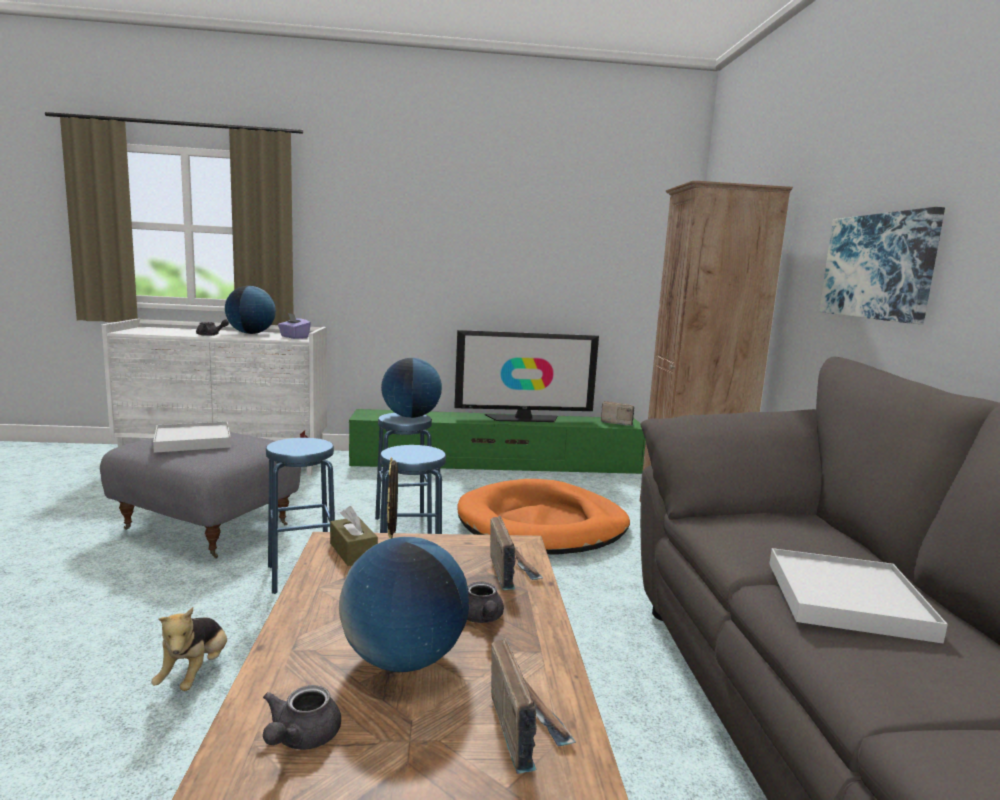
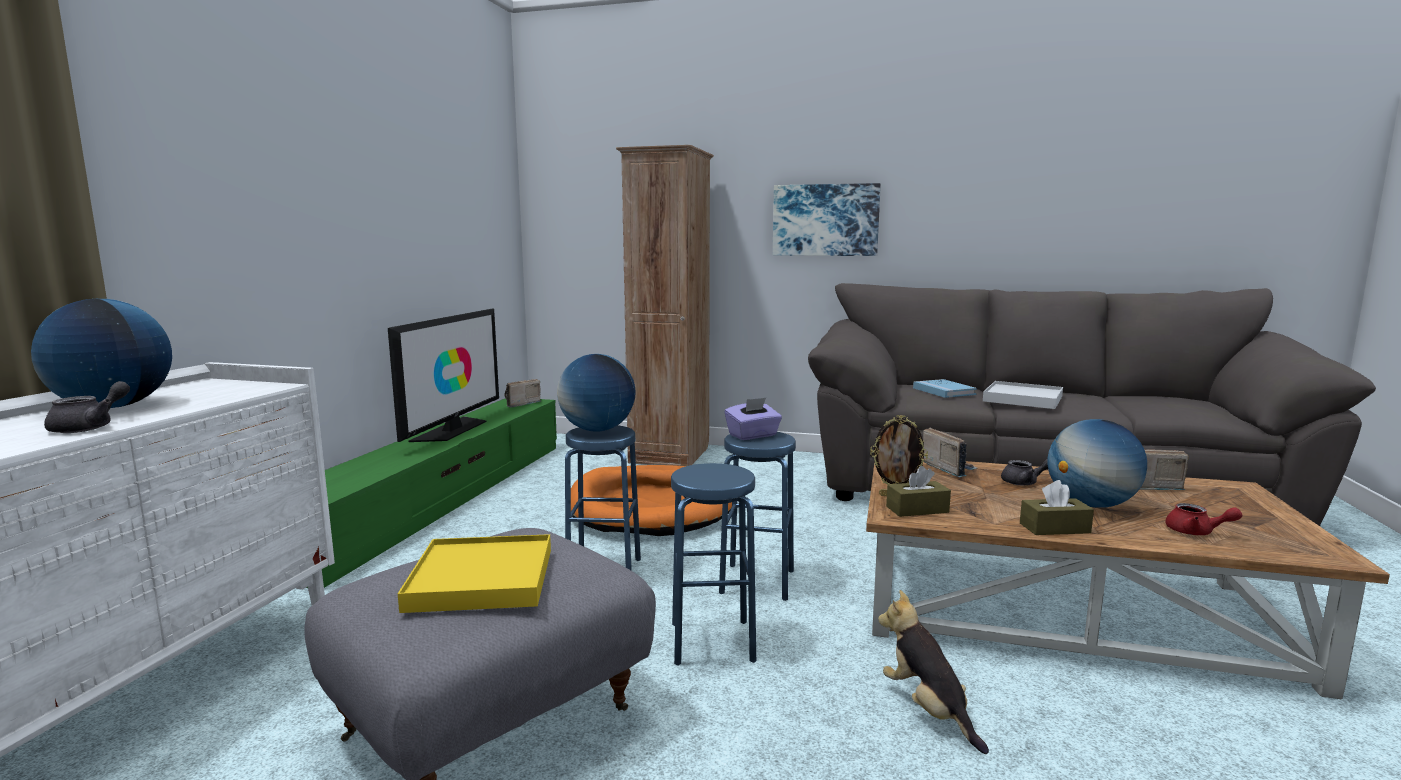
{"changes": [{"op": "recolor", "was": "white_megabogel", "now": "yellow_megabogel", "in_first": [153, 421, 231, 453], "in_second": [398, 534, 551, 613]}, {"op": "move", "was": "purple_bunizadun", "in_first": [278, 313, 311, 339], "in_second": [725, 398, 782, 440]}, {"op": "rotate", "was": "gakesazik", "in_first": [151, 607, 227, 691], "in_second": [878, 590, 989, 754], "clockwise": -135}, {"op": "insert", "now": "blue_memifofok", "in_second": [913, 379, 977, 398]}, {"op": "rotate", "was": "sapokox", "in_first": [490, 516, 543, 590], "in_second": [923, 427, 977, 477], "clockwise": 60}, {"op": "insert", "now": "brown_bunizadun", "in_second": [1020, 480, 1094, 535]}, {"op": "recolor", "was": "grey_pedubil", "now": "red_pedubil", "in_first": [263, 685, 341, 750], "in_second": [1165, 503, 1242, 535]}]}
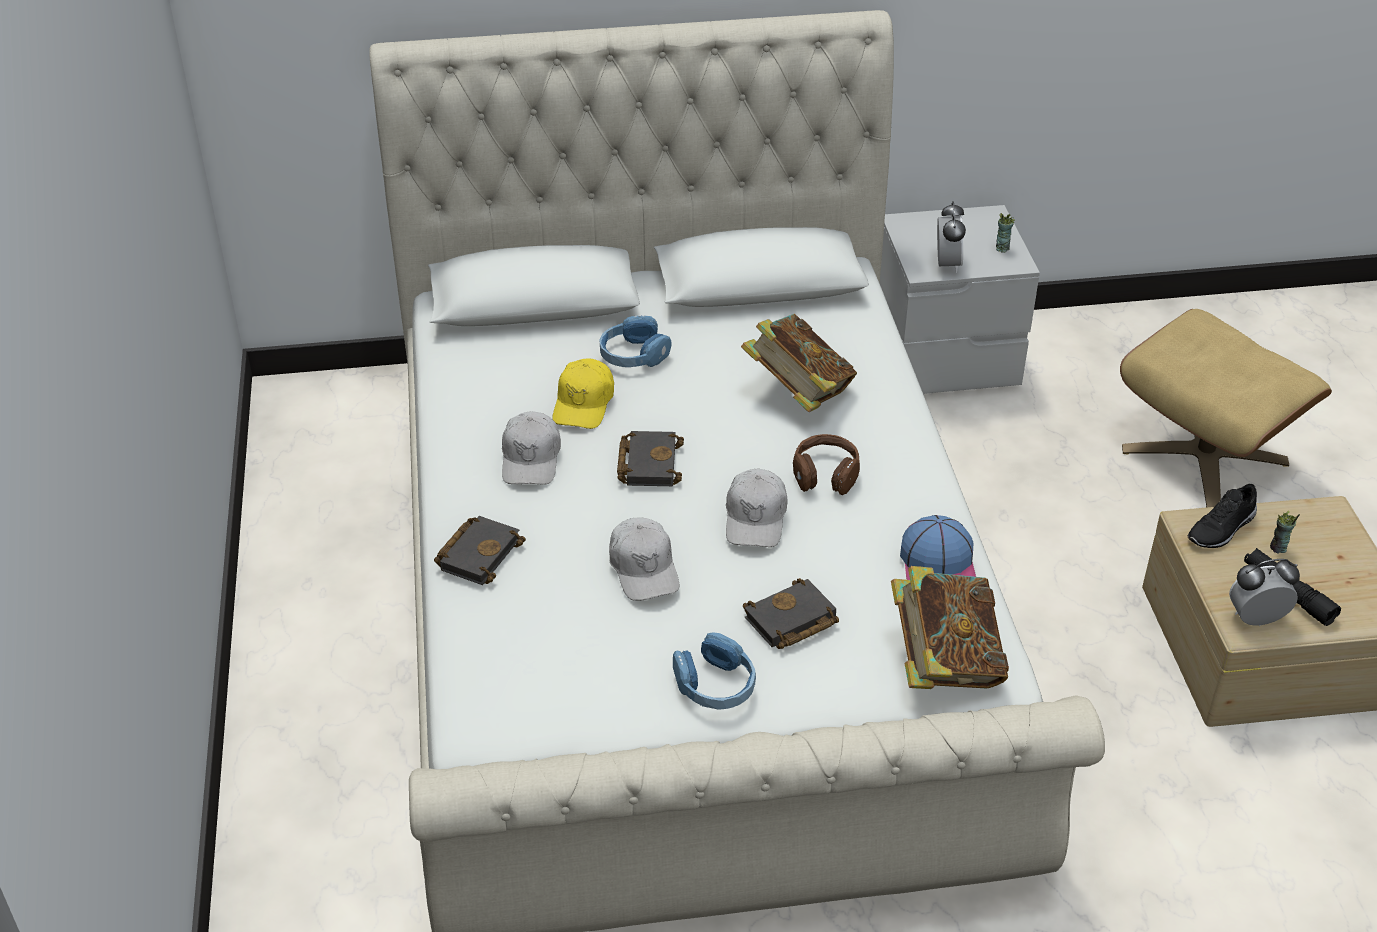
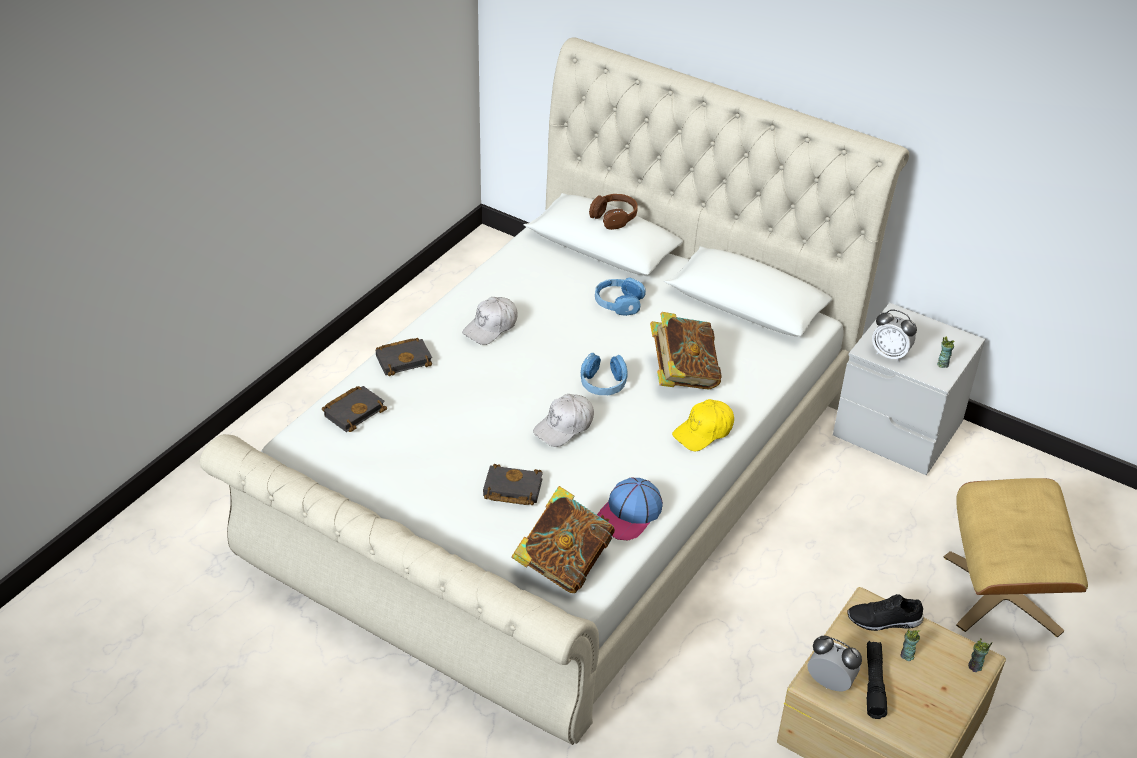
{"changes": [{"op": "move", "was": "black_memifofok", "in_first": [617, 431, 684, 486], "in_second": [322, 386, 387, 432]}, {"op": "move", "was": "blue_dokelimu", "in_first": [673, 632, 756, 710], "in_second": [581, 353, 628, 395]}, {"op": "move", "was": "brown_dokelimu", "in_first": [793, 434, 860, 495], "in_second": [589, 194, 638, 230]}, {"op": "move", "was": "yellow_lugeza", "in_first": [552, 358, 614, 429], "in_second": [672, 399, 734, 451]}, {"op": "rotate", "was": "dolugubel", "in_first": [937, 201, 966, 273], "in_second": [872, 309, 917, 362], "clockwise": 75}, {"op": "insert", "now": "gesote", "in_second": [968, 639, 993, 672]}, {"op": "delete", "was": "white_lugeza", "in_first": [609, 517, 679, 601]}]}
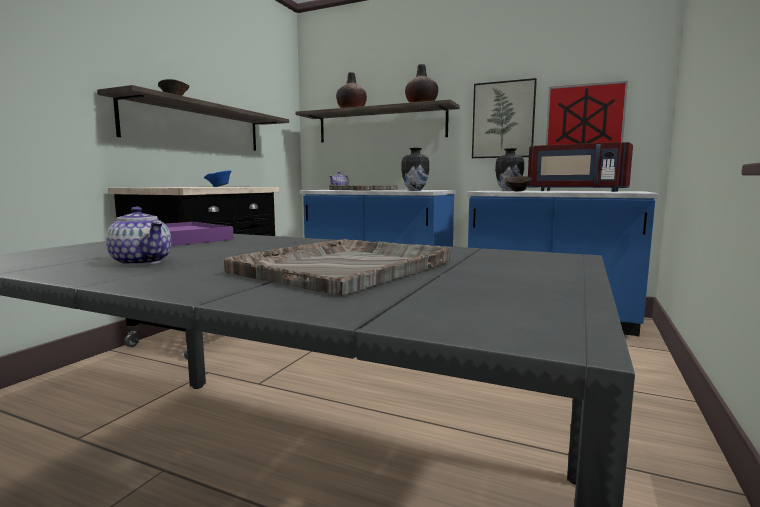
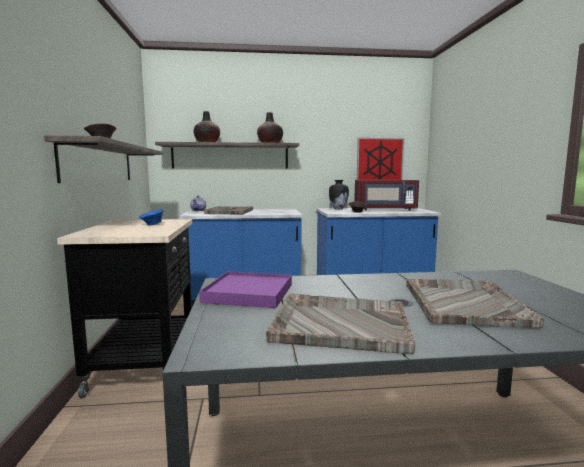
{"changes": [{"op": "replace", "was": "pedubil", "now": "grey_megabogel", "in_first": [106, 207, 171, 266], "in_second": [266, 293, 415, 354]}, {"op": "delete", "was": "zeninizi", "in_first": [401, 148, 429, 191]}, {"op": "delete", "was": "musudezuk", "in_first": [472, 78, 537, 158]}]}
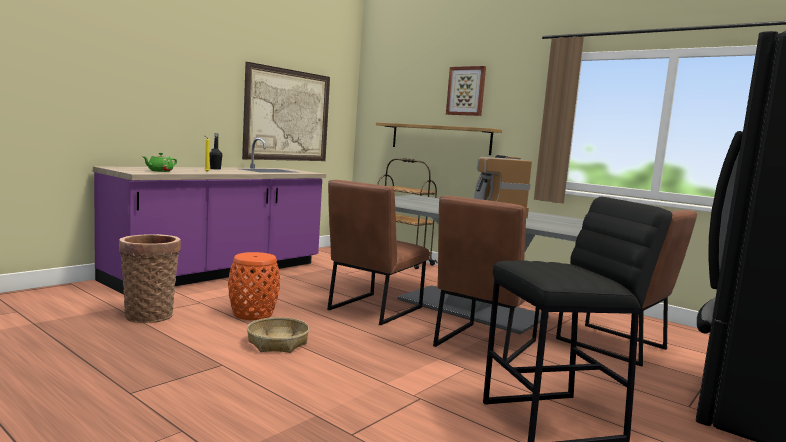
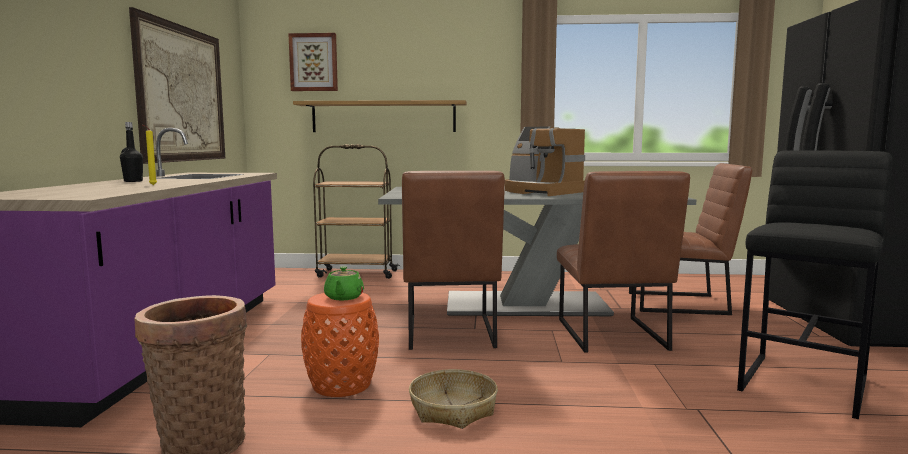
{"changes": [{"op": "move", "was": "musudezuk", "in_first": [446, 66, 486, 116], "in_second": [288, 33, 338, 91]}, {"op": "move", "was": "green_pedubil", "in_first": [142, 153, 177, 172], "in_second": [324, 266, 364, 300]}]}
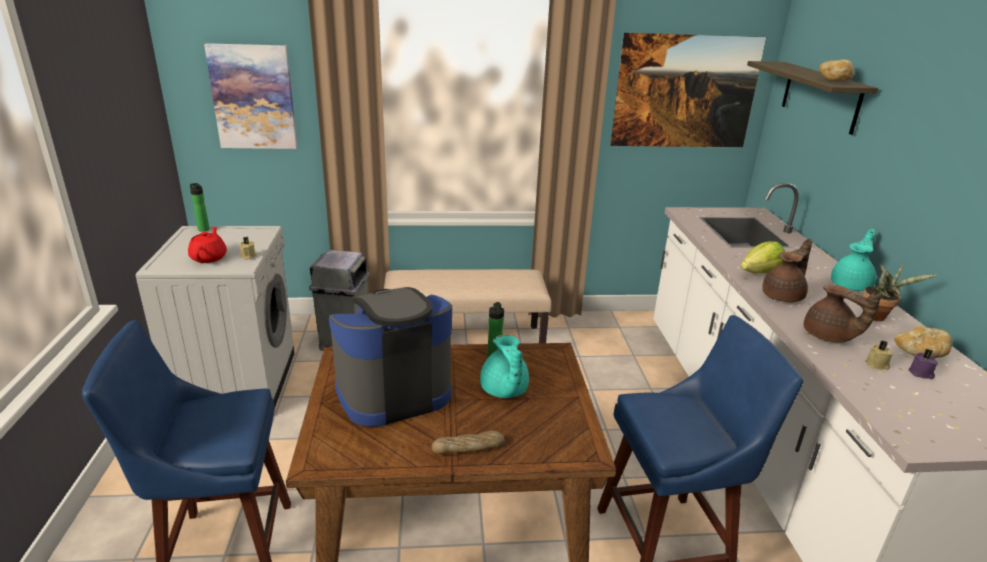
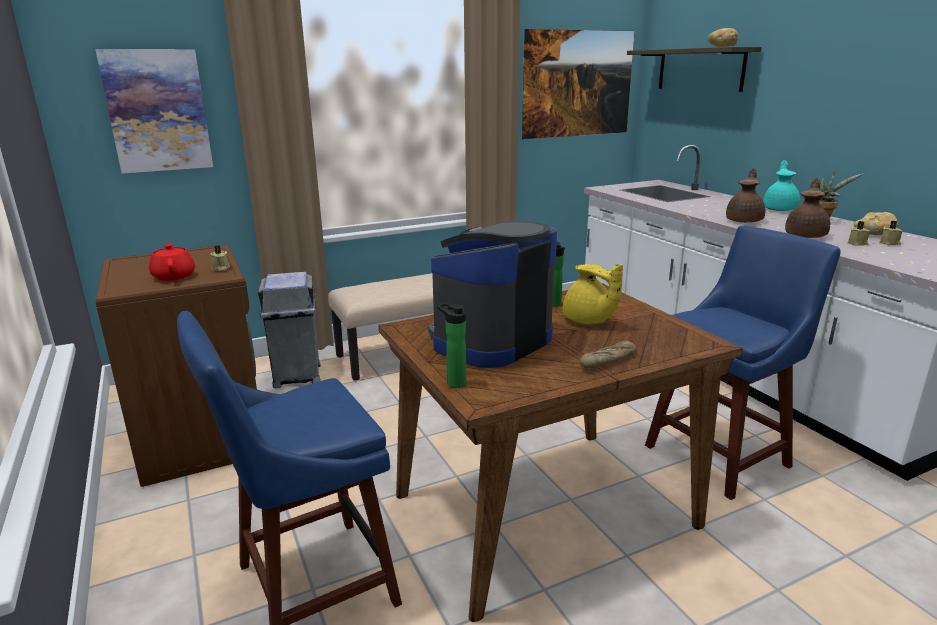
{"changes": [{"op": "recolor", "was": "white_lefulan", "now": "brown_lefulan", "in_first": [136, 226, 295, 407], "in_second": [96, 245, 257, 487]}, {"op": "move", "was": "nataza", "in_first": [190, 183, 209, 231], "in_second": [438, 302, 466, 388]}, {"op": "recolor", "was": "turquoise_pedubil", "now": "yellow_pedubil", "in_first": [480, 335, 529, 398], "in_second": [563, 264, 623, 324]}, {"op": "rotate", "was": "brown_pedubil", "in_first": [804, 285, 882, 343], "in_second": [785, 178, 830, 238], "clockwise": -90}, {"op": "recolor", "was": "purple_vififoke", "now": "beige_vififoke", "in_first": [908, 349, 938, 379], "in_second": [879, 221, 902, 245]}, {"op": "delete", "was": "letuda", "in_first": [741, 241, 785, 274]}]}
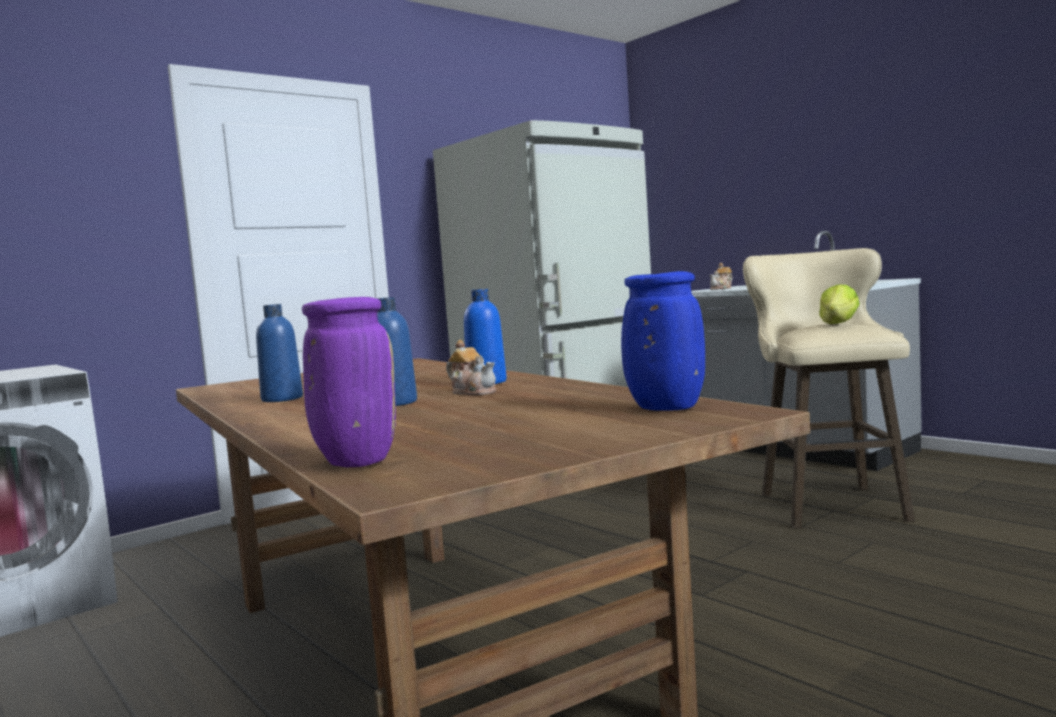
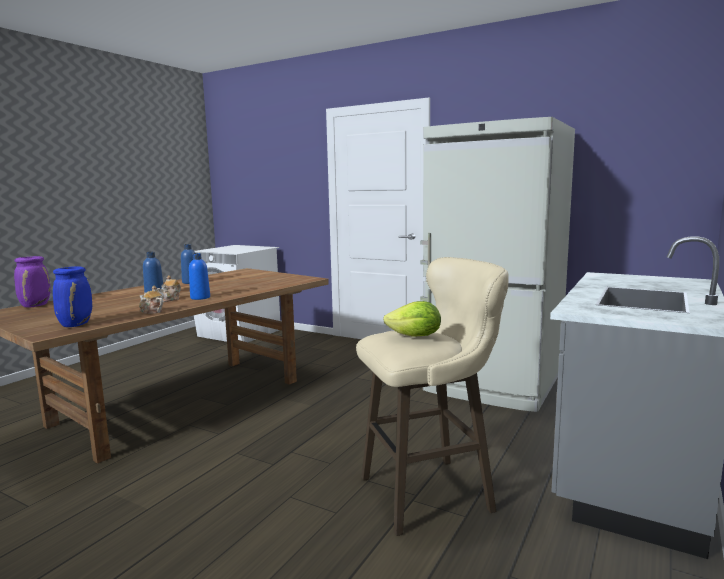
{"changes": [{"op": "move", "was": "pedubil", "in_first": [709, 263, 732, 290], "in_second": [139, 285, 163, 314]}]}
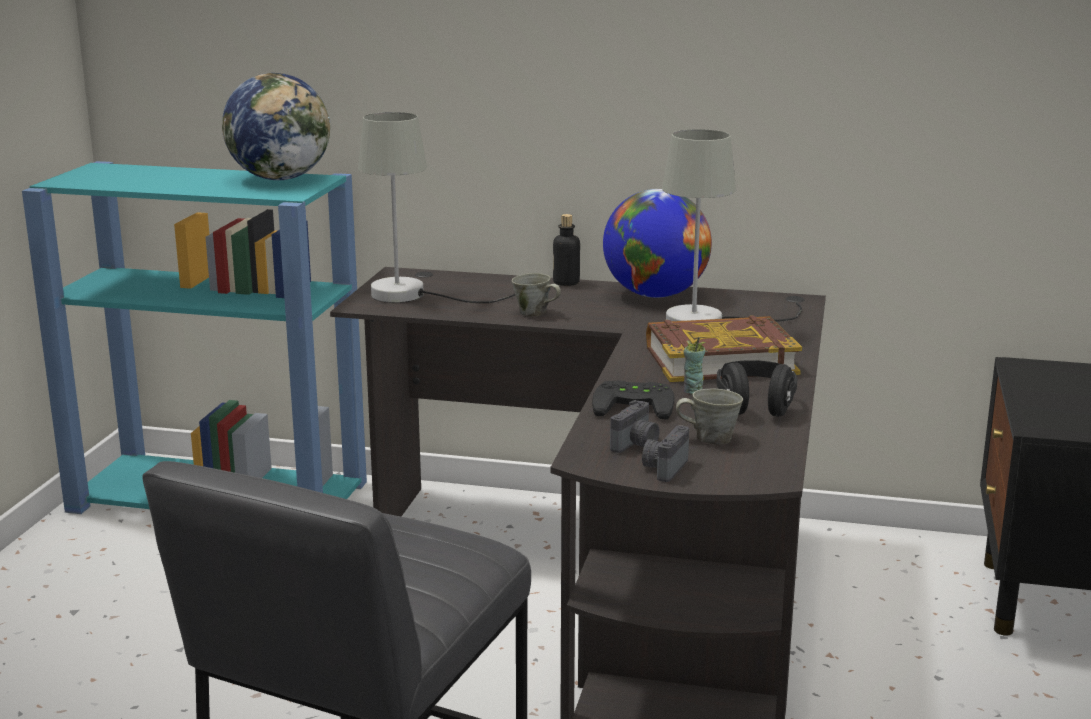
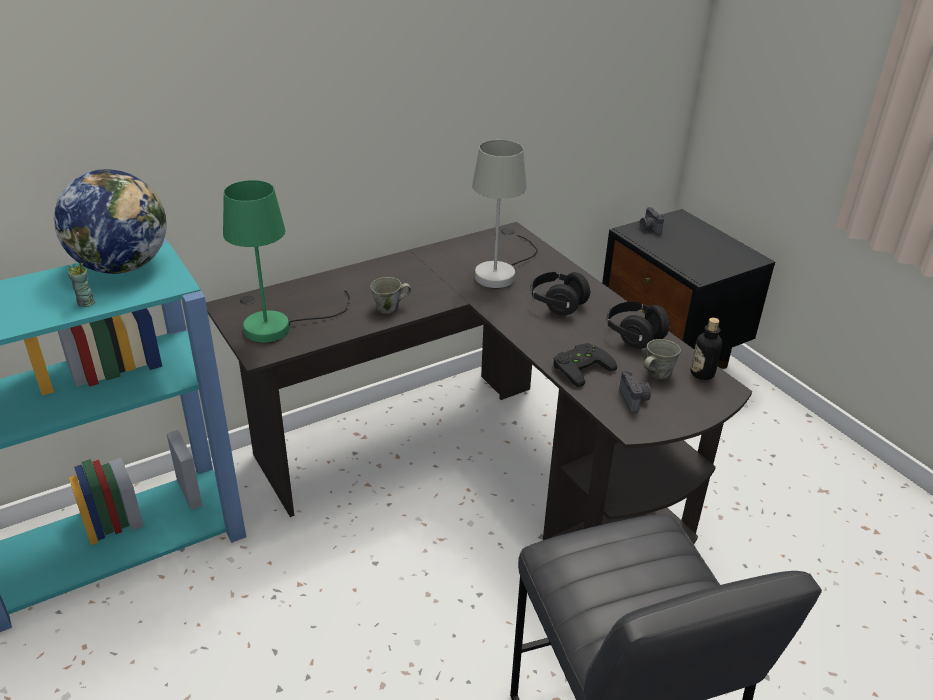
{"changes": [{"op": "move", "was": "gesote", "in_first": [684, 337, 705, 395], "in_second": [69, 262, 95, 307]}, {"op": "recolor", "was": "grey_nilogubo", "now": "green_nilogubo", "in_first": [358, 112, 515, 303], "in_second": [223, 180, 350, 343]}, {"op": "replace", "was": "memifofok", "now": "black_dokelimu", "in_first": [646, 315, 802, 382], "in_second": [530, 272, 591, 315]}, {"op": "move", "was": "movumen", "in_first": [642, 425, 689, 482], "in_second": [640, 207, 664, 234]}, {"op": "move", "was": "nataza", "in_first": [553, 214, 580, 286], "in_second": [691, 318, 722, 380]}, {"op": "delete", "was": "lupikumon", "in_first": [603, 189, 712, 298]}]}
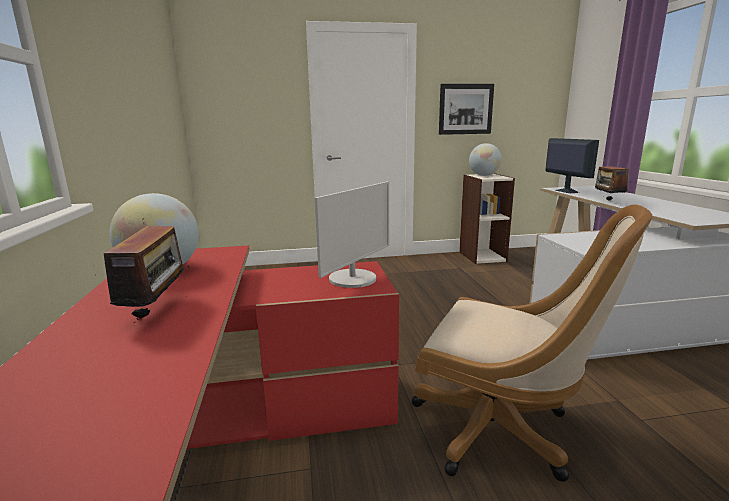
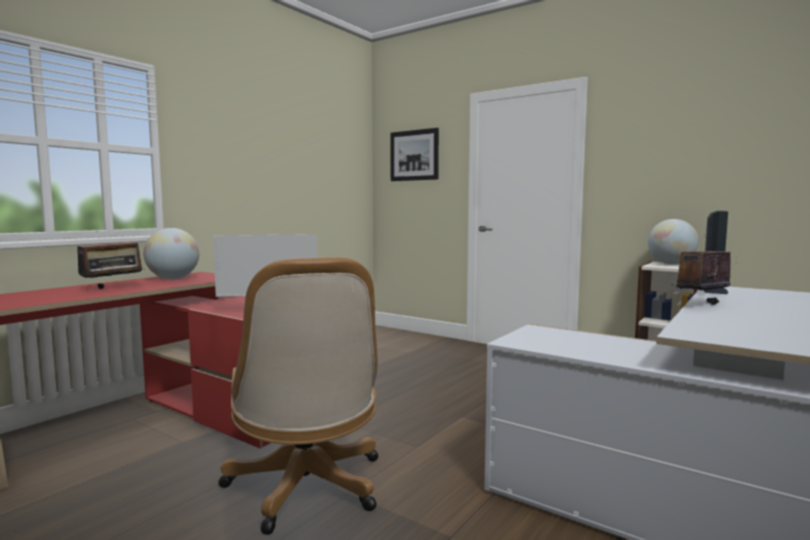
{"changes": [{"op": "move", "was": "musudezuk", "in_first": [439, 84, 494, 135], "in_second": [390, 128, 439, 181]}]}
